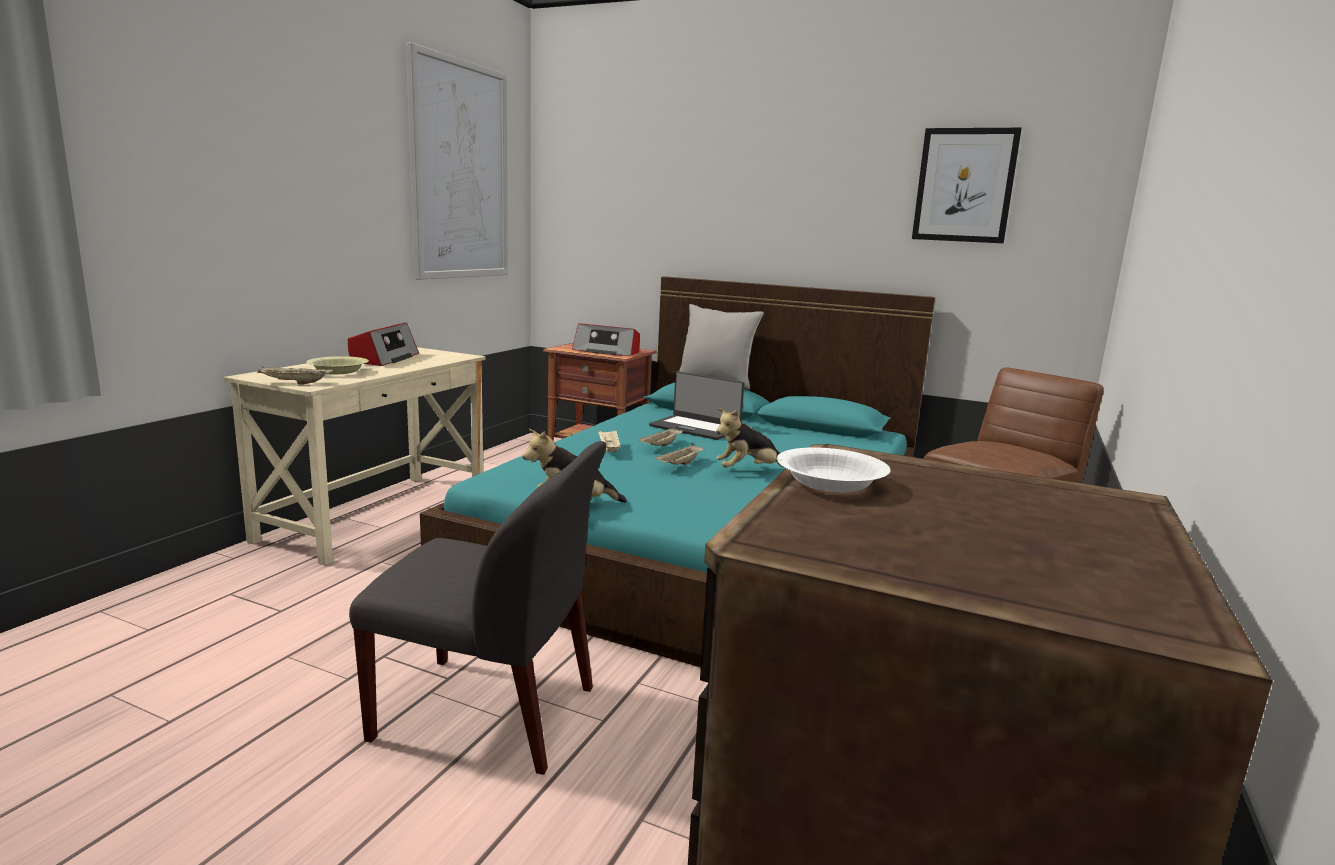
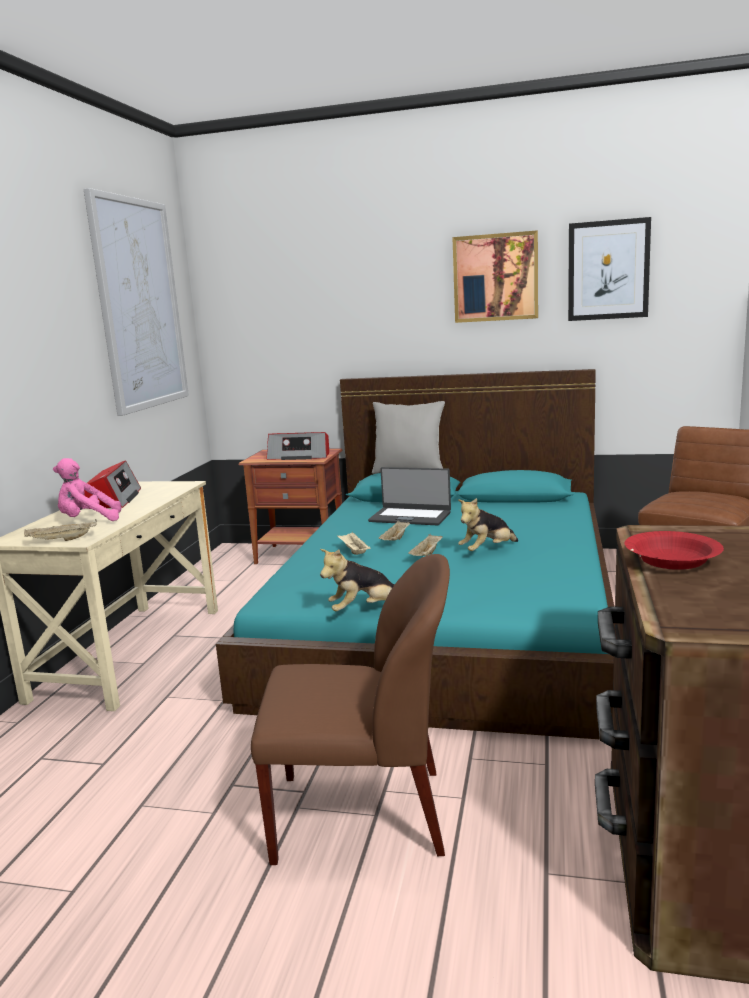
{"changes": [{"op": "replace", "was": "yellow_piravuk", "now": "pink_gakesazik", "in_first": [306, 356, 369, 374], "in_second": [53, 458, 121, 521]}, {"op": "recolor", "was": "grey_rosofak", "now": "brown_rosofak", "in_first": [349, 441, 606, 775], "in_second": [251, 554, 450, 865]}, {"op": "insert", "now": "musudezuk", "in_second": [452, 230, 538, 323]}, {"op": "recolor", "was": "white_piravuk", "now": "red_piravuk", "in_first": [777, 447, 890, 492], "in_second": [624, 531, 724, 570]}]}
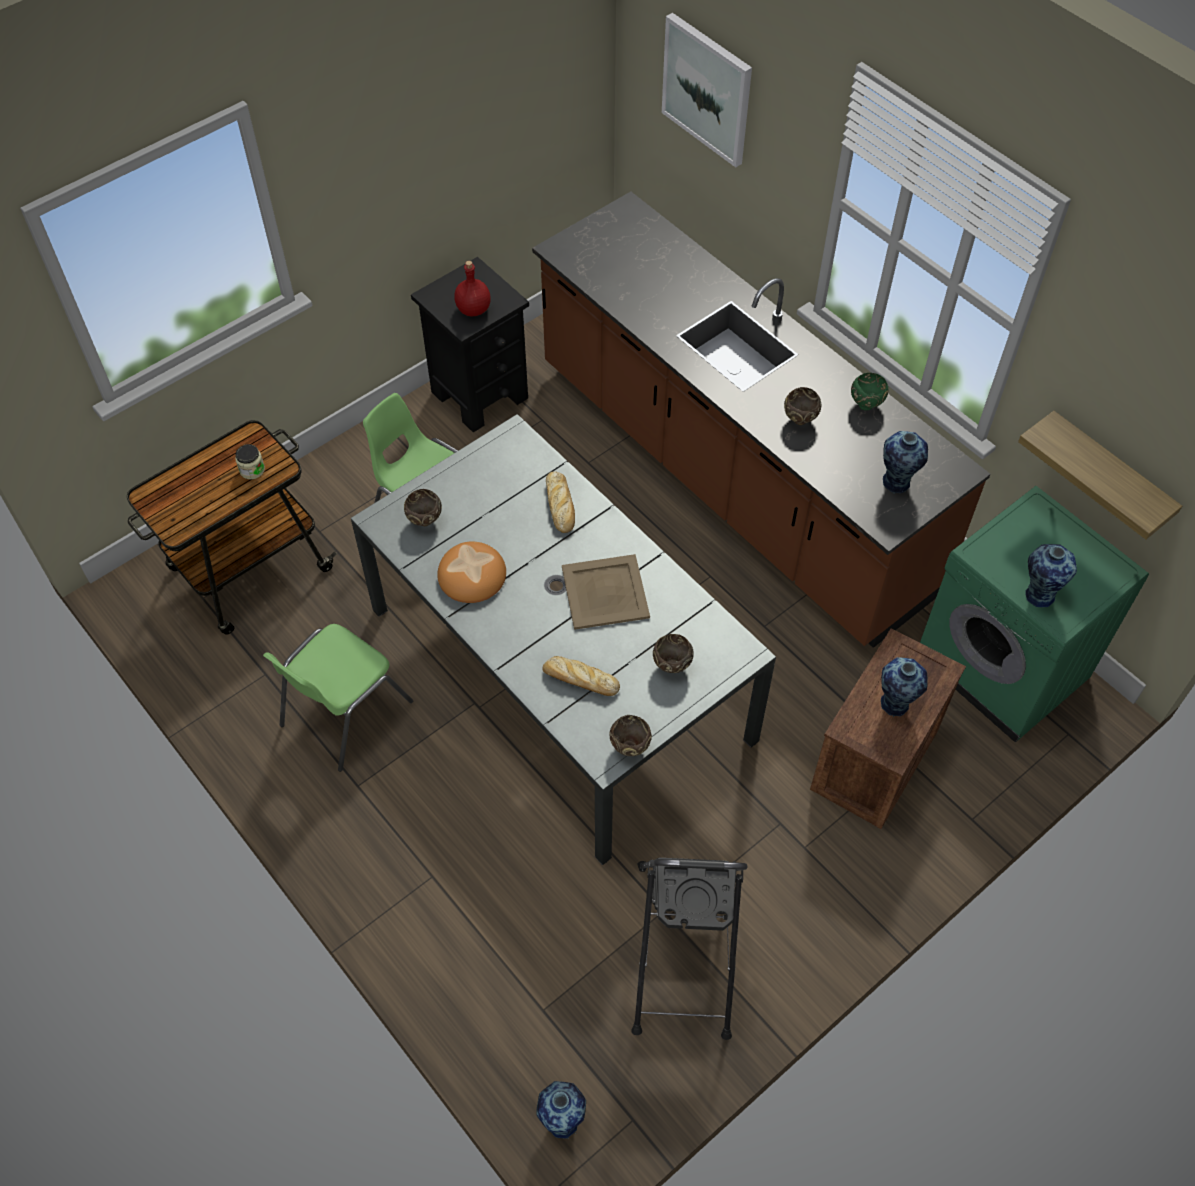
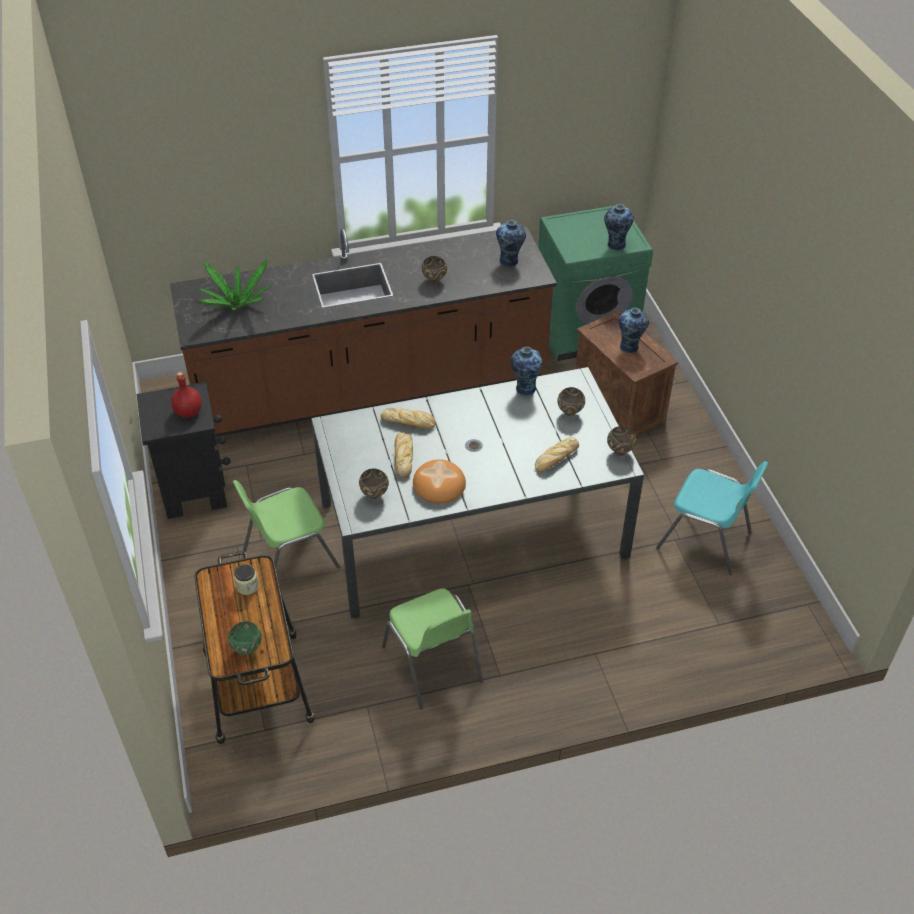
{"changes": [{"op": "insert", "now": "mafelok", "in_second": [198, 259, 272, 310]}, {"op": "move", "was": "green_piravuk", "in_first": [851, 373, 888, 410], "in_second": [228, 621, 262, 655]}, {"op": "insert", "now": "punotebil", "in_second": [395, 432, 413, 478]}, {"op": "move", "was": "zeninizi", "in_first": [536, 1081, 586, 1139], "in_second": [510, 347, 543, 395]}, {"op": "replace", "was": "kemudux", "now": "turquoise_rosofak", "in_first": [631, 858, 748, 1040], "in_second": [656, 461, 768, 575]}, {"op": "delete", "was": "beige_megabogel", "in_first": [562, 554, 650, 630]}, {"op": "delete", "was": "musudezuk", "in_first": [662, 13, 752, 168]}, {"op": "delete", "was": "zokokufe", "in_first": [1018, 411, 1182, 540]}]}
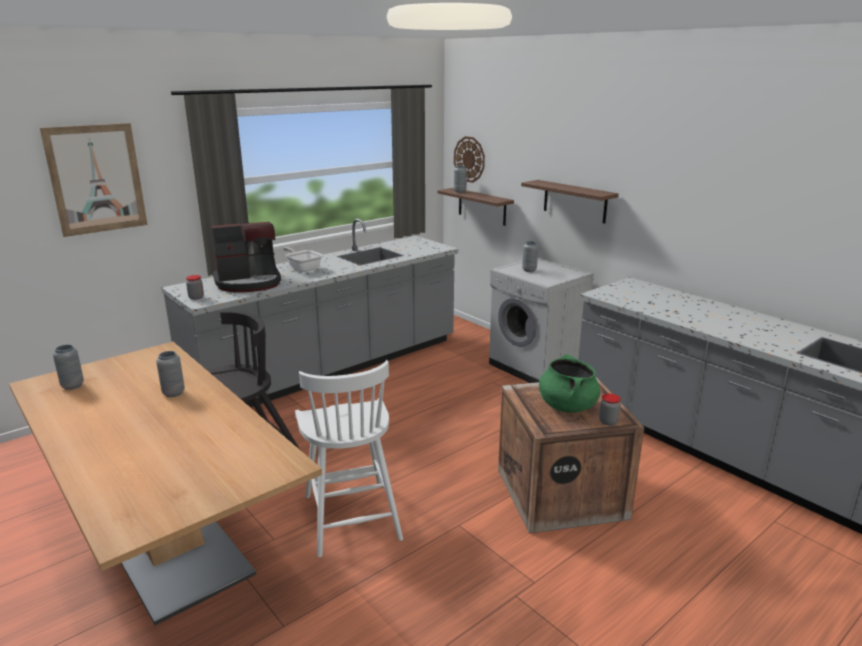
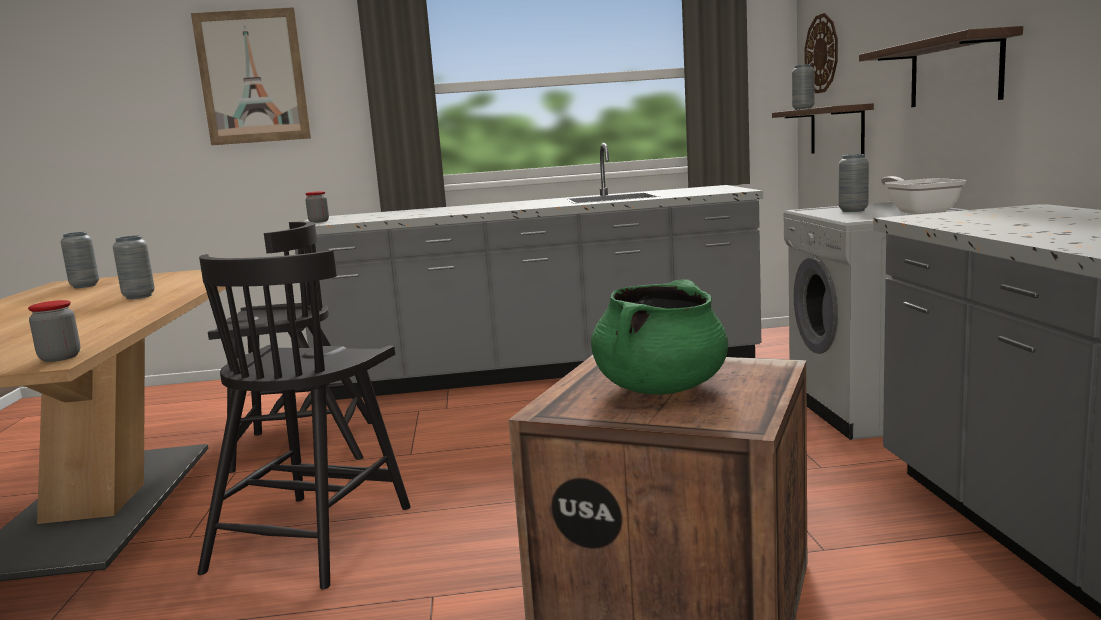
{"changes": [{"op": "move", "was": "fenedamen", "in_first": [599, 393, 621, 426], "in_second": [28, 300, 80, 362]}, {"op": "recolor", "was": "white_rosofak", "now": "black_rosofak", "in_first": [295, 360, 403, 557], "in_second": [197, 250, 411, 589]}, {"op": "move", "was": "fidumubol", "in_first": [283, 247, 323, 272], "in_second": [881, 176, 966, 214]}, {"op": "delete", "was": "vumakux", "in_first": [211, 222, 281, 292]}]}
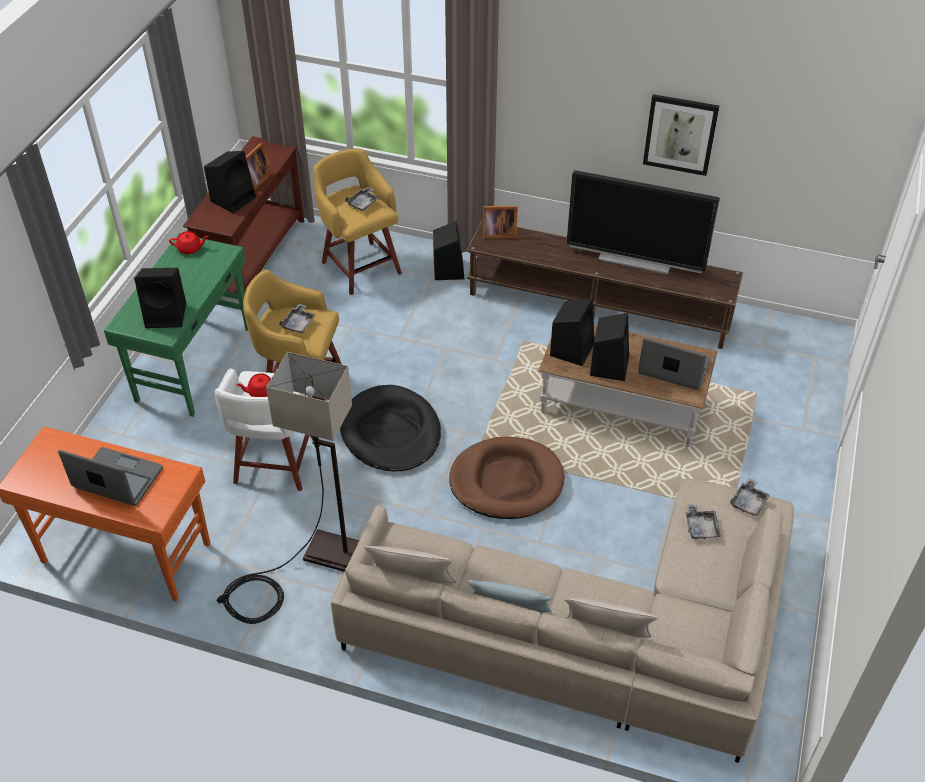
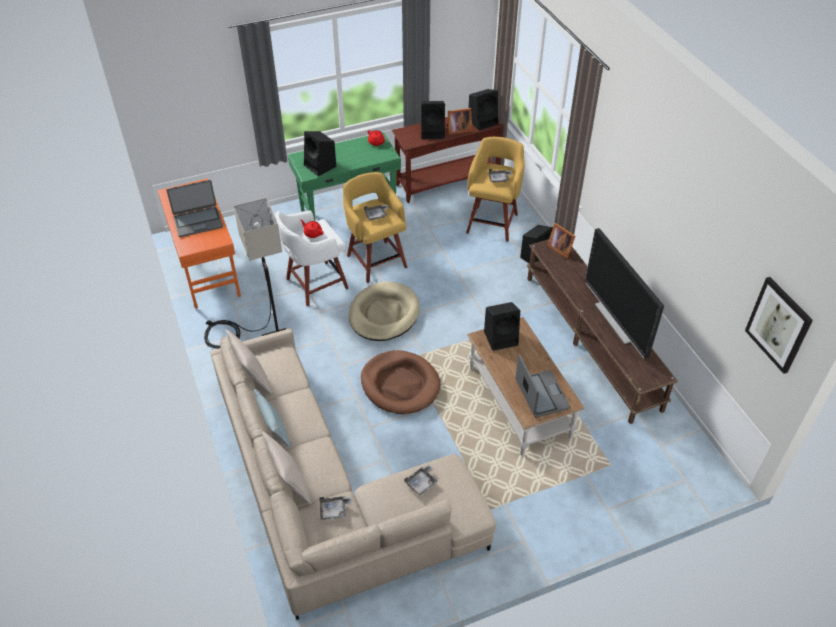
{"changes": [{"op": "rotate", "was": "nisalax", "in_first": [58, 447, 163, 506], "in_second": [167, 180, 223, 237], "clockwise": 90}, {"op": "move", "was": "grey_megabogel", "in_first": [730, 479, 770, 516], "in_second": [320, 496, 352, 520]}, {"op": "recolor", "was": "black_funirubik", "now": "beige_funirubik", "in_first": [340, 385, 441, 471], "in_second": [349, 281, 420, 341]}, {"op": "move", "was": "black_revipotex", "in_first": [590, 313, 629, 381], "in_second": [469, 89, 498, 130]}, {"op": "move", "was": "musudezuk", "in_first": [643, 94, 719, 176], "in_second": [745, 277, 813, 374]}]}
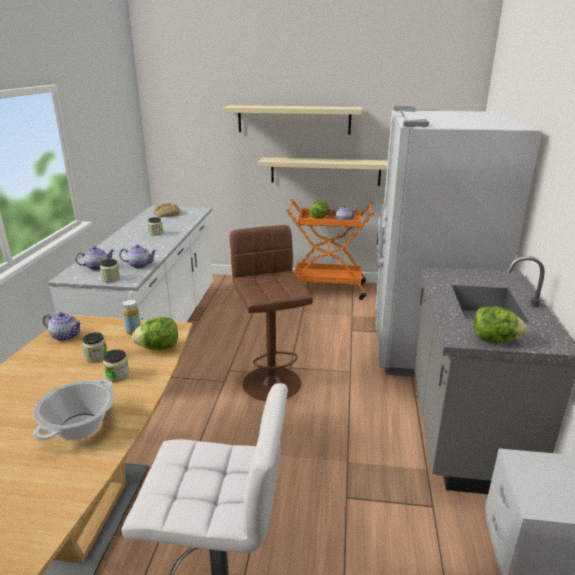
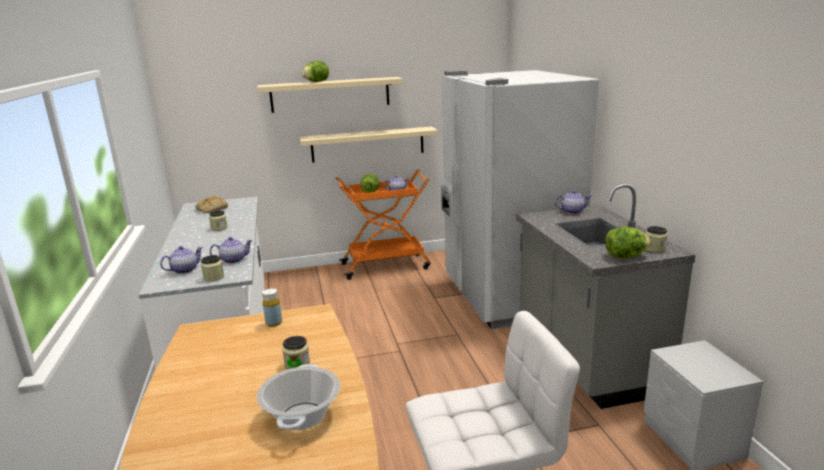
{"changes": [{"op": "move", "was": "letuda", "in_first": [132, 317, 178, 350], "in_second": [301, 61, 329, 82]}, {"op": "move", "was": "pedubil", "in_first": [43, 312, 82, 341], "in_second": [555, 190, 592, 214]}, {"op": "move", "was": "fenedamen", "in_first": [82, 332, 107, 363], "in_second": [646, 226, 667, 252]}, {"op": "delete", "was": "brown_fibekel", "in_first": [230, 225, 313, 401]}]}
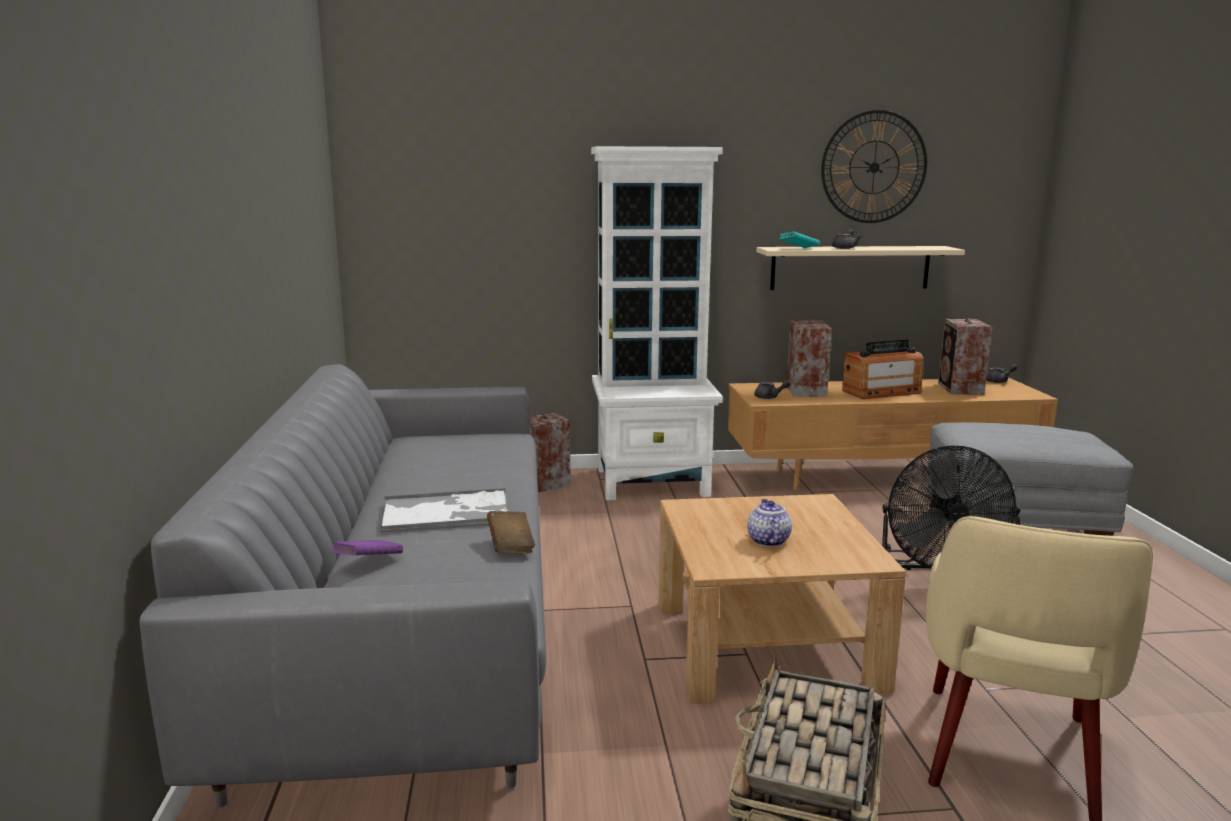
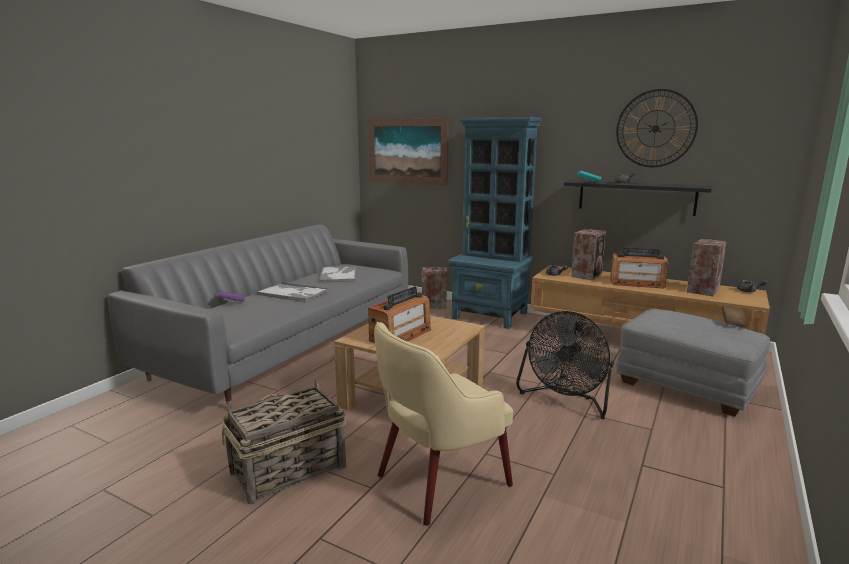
{"changes": [{"op": "insert", "now": "megabogel", "in_second": [319, 266, 356, 283]}, {"op": "insert", "now": "musudezuk", "in_second": [368, 118, 449, 185]}, {"op": "replace", "was": "pedubil", "now": "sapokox", "in_first": [747, 499, 792, 547], "in_second": [368, 286, 431, 343]}, {"op": "recolor", "was": "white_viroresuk", "now": "blue_viroresuk", "in_first": [591, 146, 723, 500], "in_second": [447, 117, 542, 329]}, {"op": "recolor", "was": "beige_zokokufe", "now": "black_zokokufe", "in_first": [756, 246, 965, 290], "in_second": [564, 180, 713, 216]}, {"op": "move", "was": "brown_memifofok", "in_first": [487, 511, 535, 553], "in_second": [721, 305, 748, 328]}]}
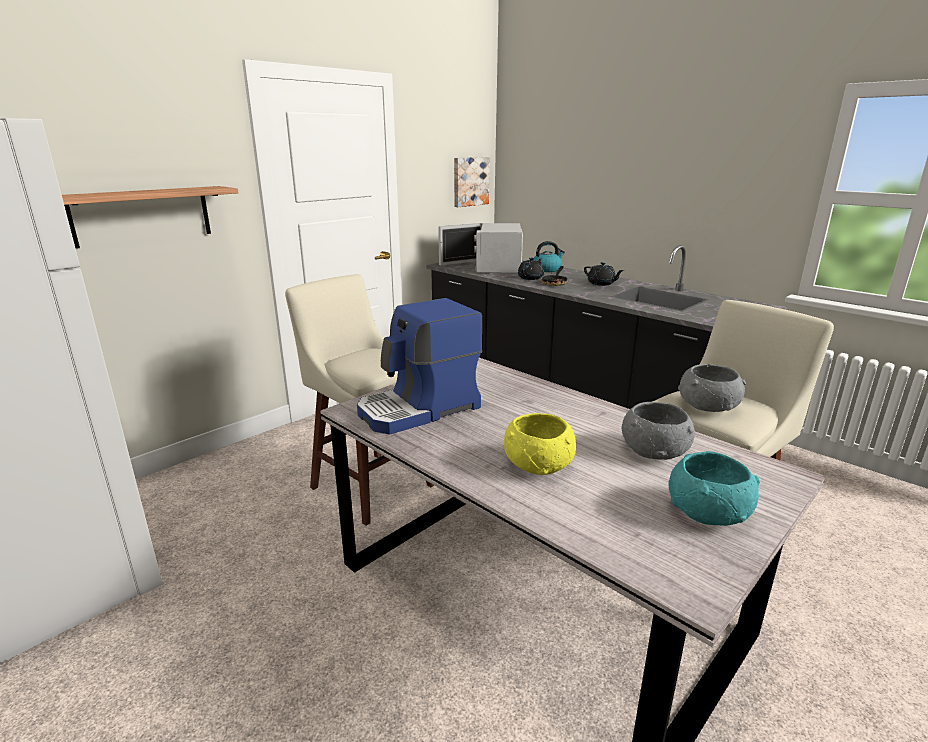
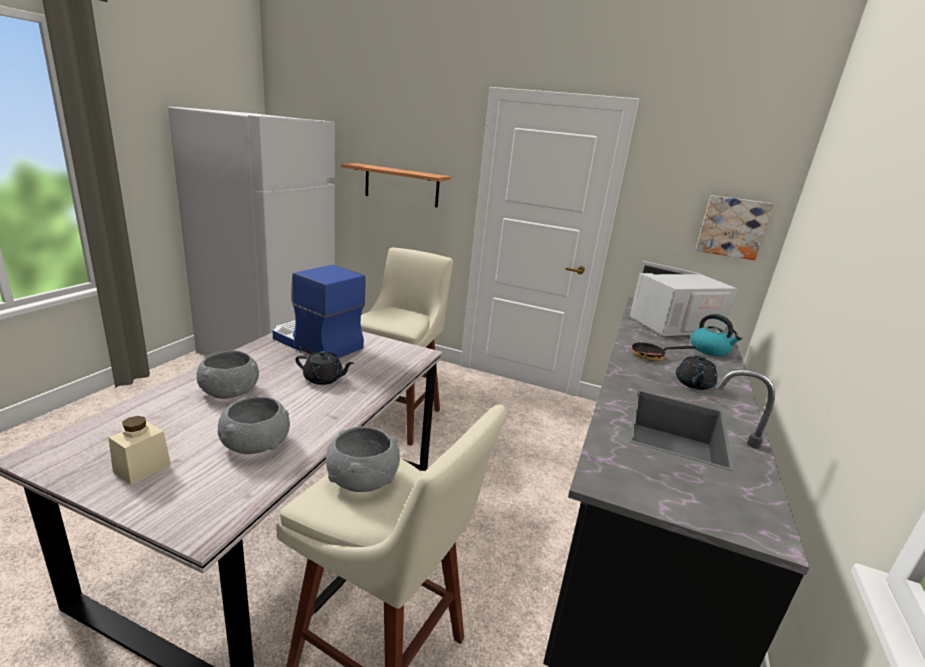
{"changes": [{"op": "replace", "was": "turquoise_piravuk", "now": "beige_fenedamen", "in_first": [669, 451, 760, 526], "in_second": [108, 416, 171, 485]}, {"op": "recolor", "was": "yellow_piravuk", "now": "grey_piravuk", "in_first": [504, 413, 576, 475], "in_second": [196, 350, 259, 399]}, {"op": "move", "was": "black_pedubil", "in_first": [518, 258, 544, 280], "in_second": [295, 351, 354, 385]}]}
